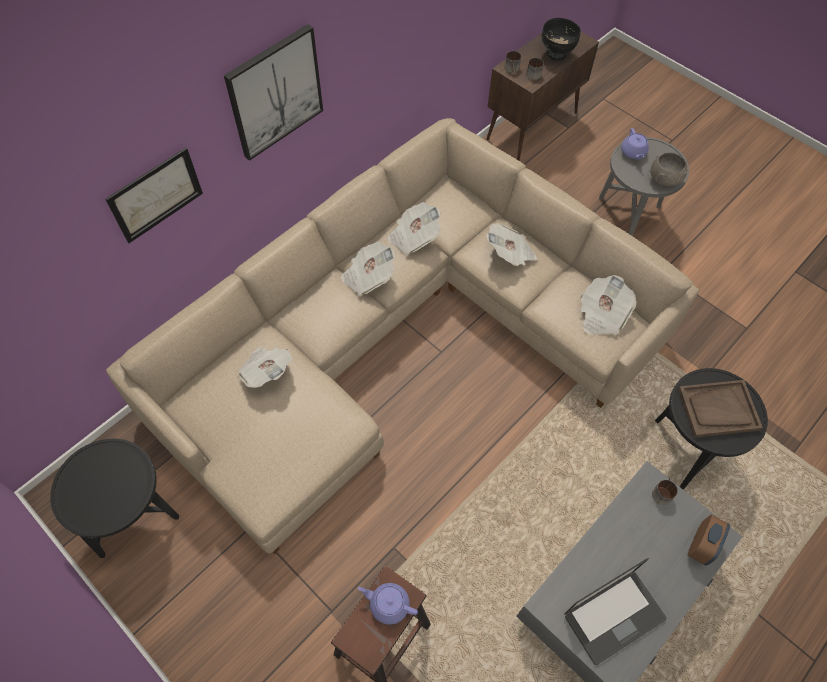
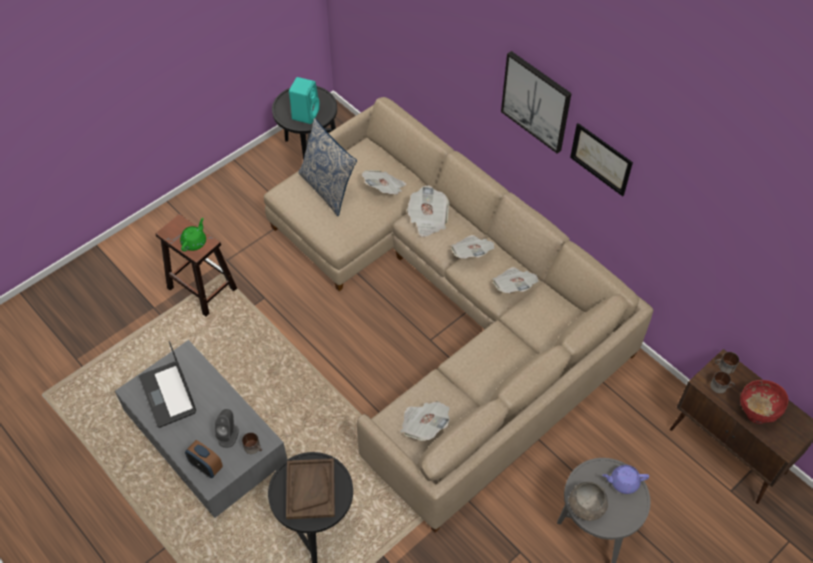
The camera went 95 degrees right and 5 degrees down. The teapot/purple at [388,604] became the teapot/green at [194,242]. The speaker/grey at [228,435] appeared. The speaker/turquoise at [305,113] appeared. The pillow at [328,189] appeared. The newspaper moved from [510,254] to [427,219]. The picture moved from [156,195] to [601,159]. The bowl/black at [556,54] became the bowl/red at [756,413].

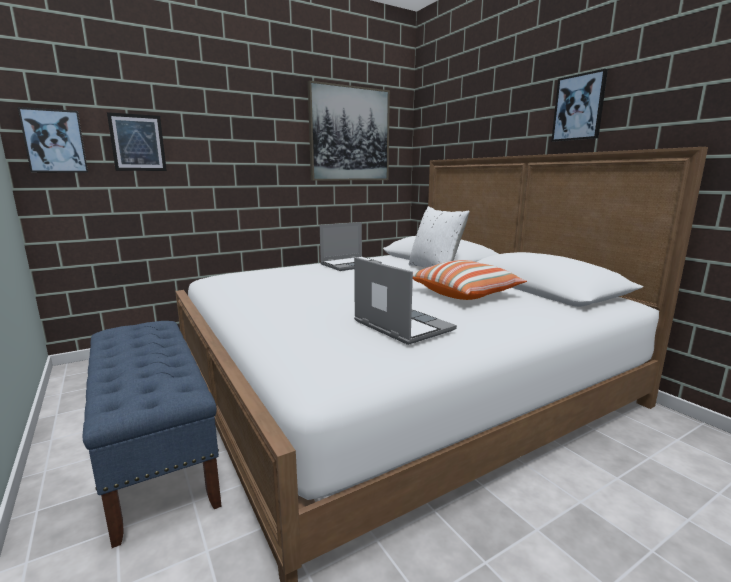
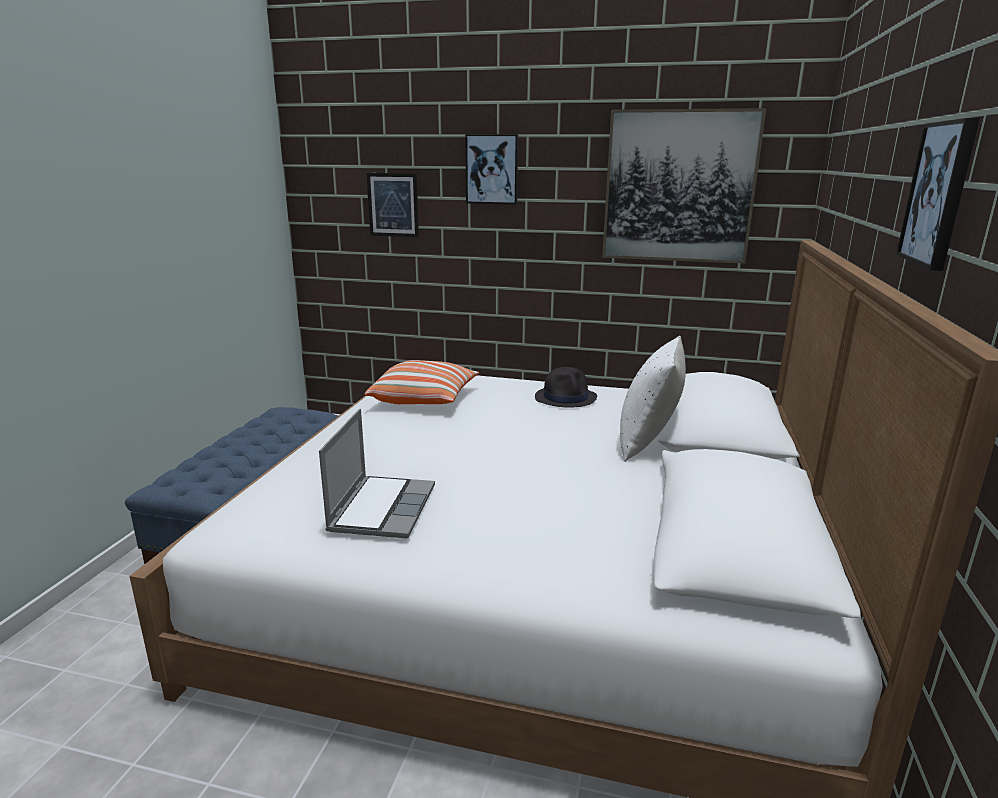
The camera went 45 degrees right and 5 degrees up. The pillow moved from [465,294] to [424,399]. The picture moved from [54,141] to [492,169]. The laptop at [350,265] was replaced by the hat/black at [566,398].

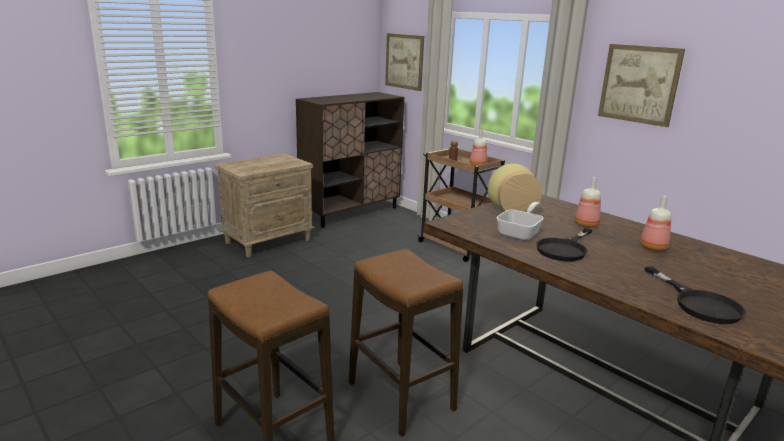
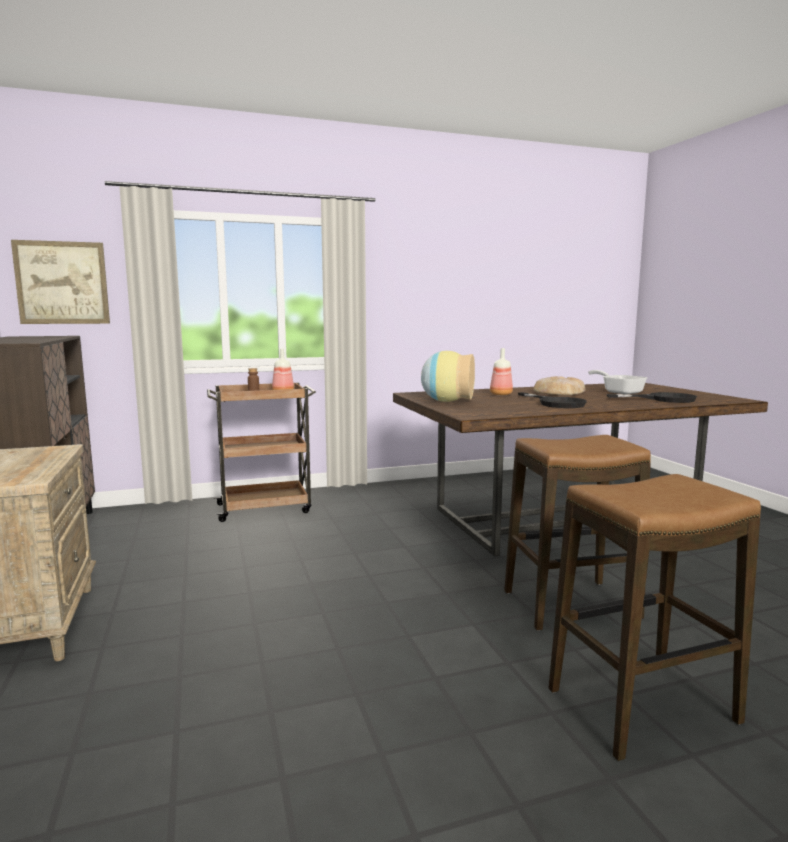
The camera went 65 degrees left and 10 degrees down. The bottle at [652,247] was replaced by the bread at [558,392]. The frying pan moved from [521,233] to [619,392]. The picture at [639,84] disappeared.

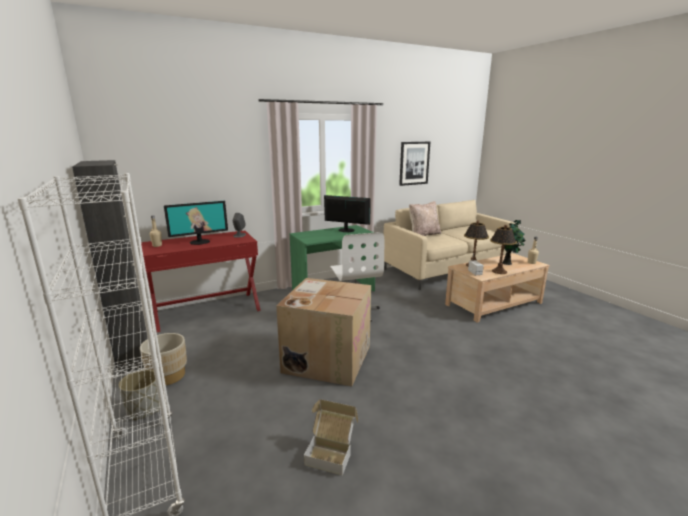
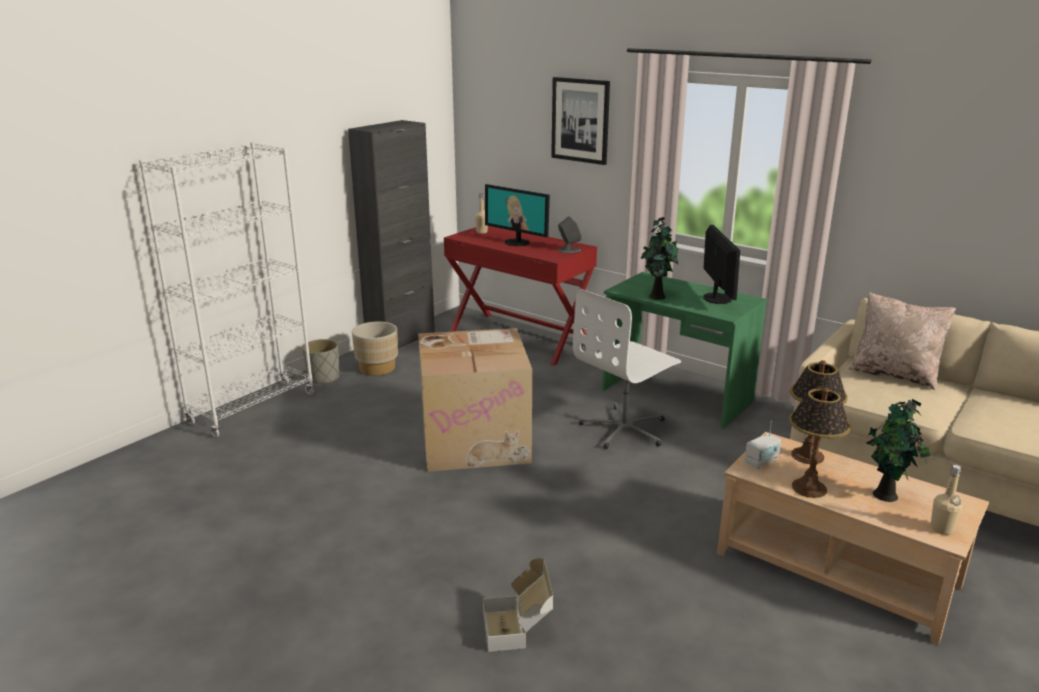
The camera went 65 degrees right and 5 degrees up. The cardboard box moved from [331,451] to [519,628]. The picture moved from [414,163] to [580,120]. The potted plant at [656,296] appeared.

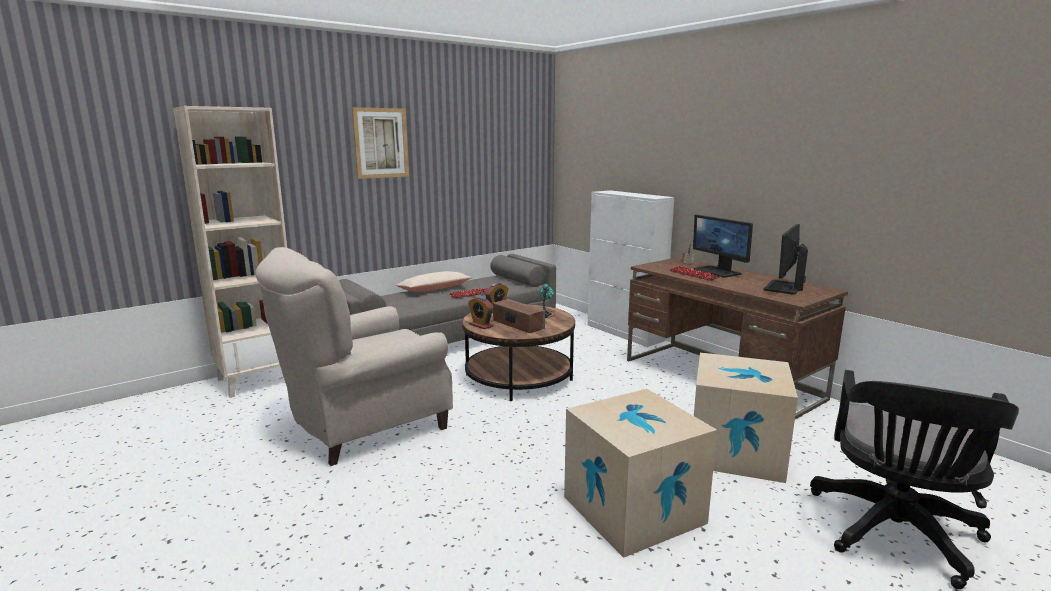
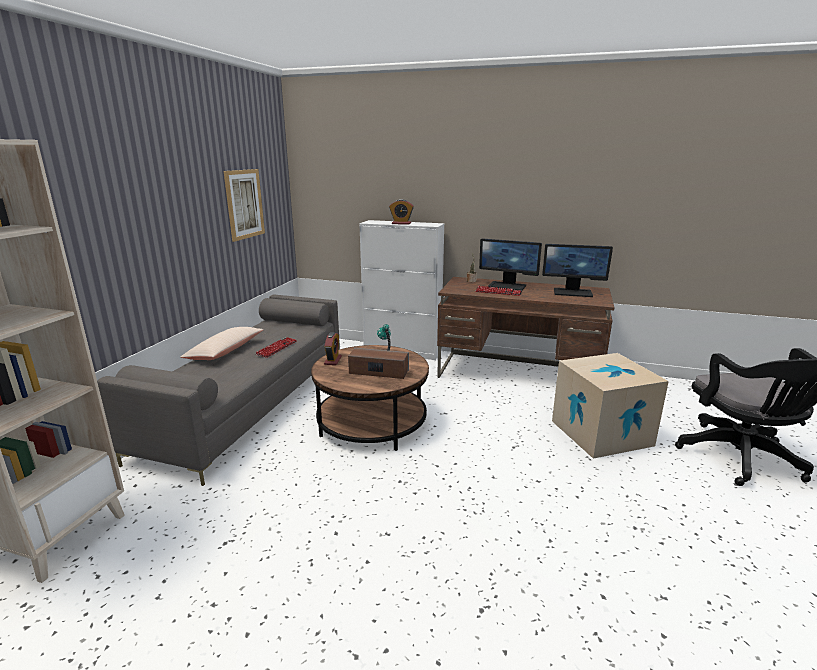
The camera went 35 degrees left and 5 degrees up. The picture moved from [381,143] to [244,204]. The alarm clock moved from [481,325] to [401,223]. The monitor at [784,287] turned 75 degrees counterclockwise. The armchair/beige at [363,427] disappeared. The cardboard box at [633,510] disappeared.

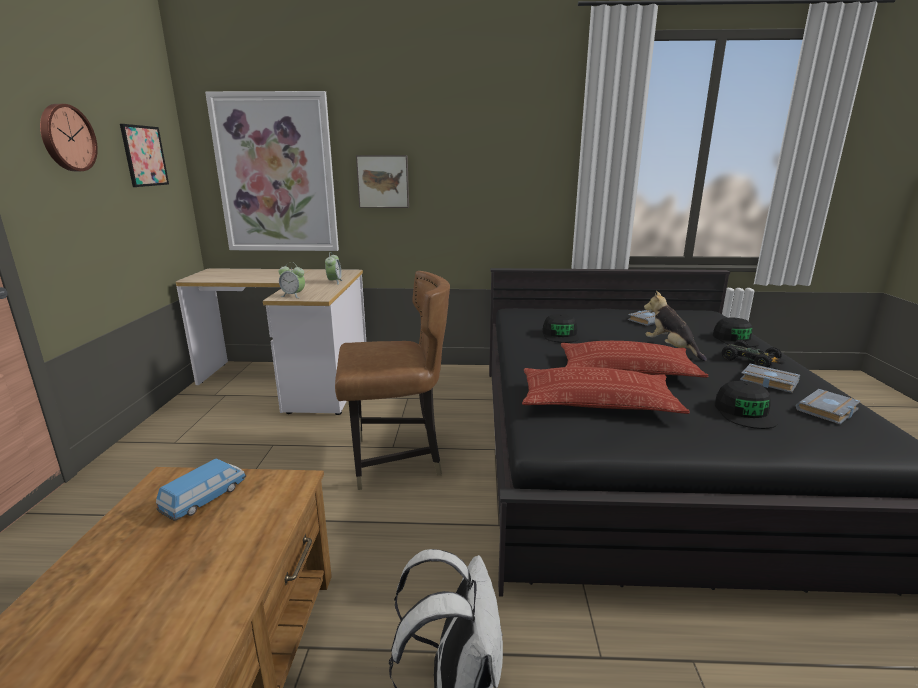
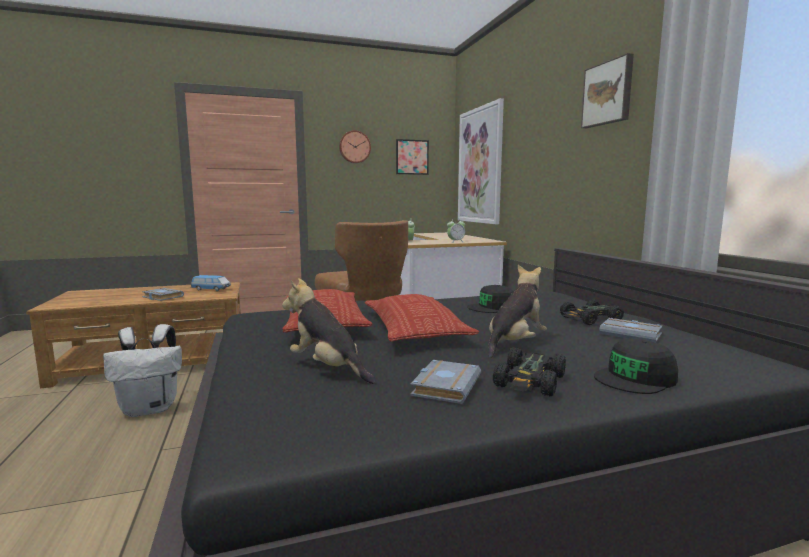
The camera went 70 degrees right and 10 degrees down. The book/grey moved from [828,411] to [161,297]. The cap/black at [744,413] was replaced by the plush toy at [328,368]. The toy car/black at [590,319] appeared. The picture moved from [383,181] to [608,93].

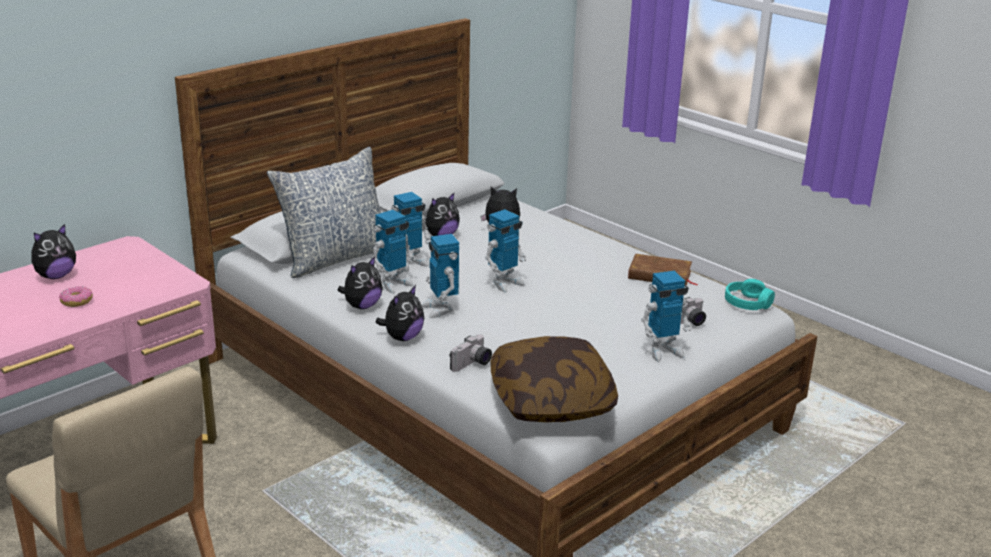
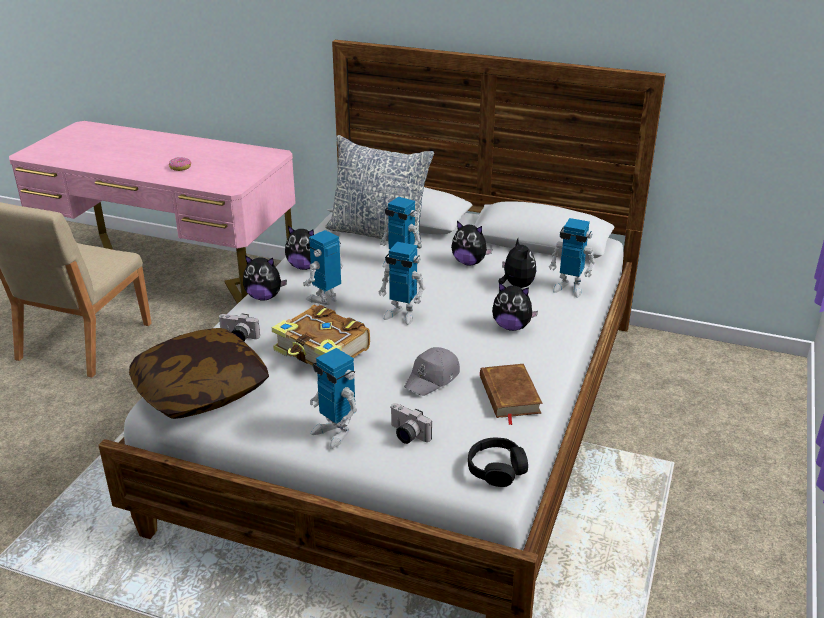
The camera went 65 degrees right and 5 degrees up. The book at [322,351] appeared. The cap/grey at [433,378] appeared. The headphones/turquoise at [747,303] became the headphones/black at [496,469]. The plush toy moved from [56,276] to [511,327]. The toy robot moved from [394,284] to [569,288].

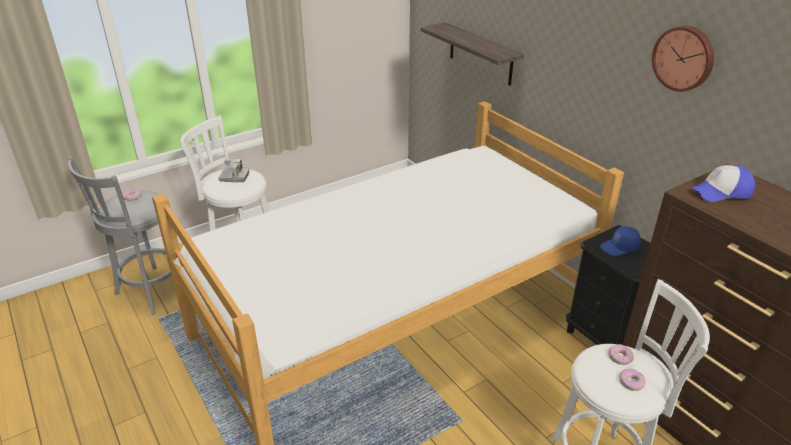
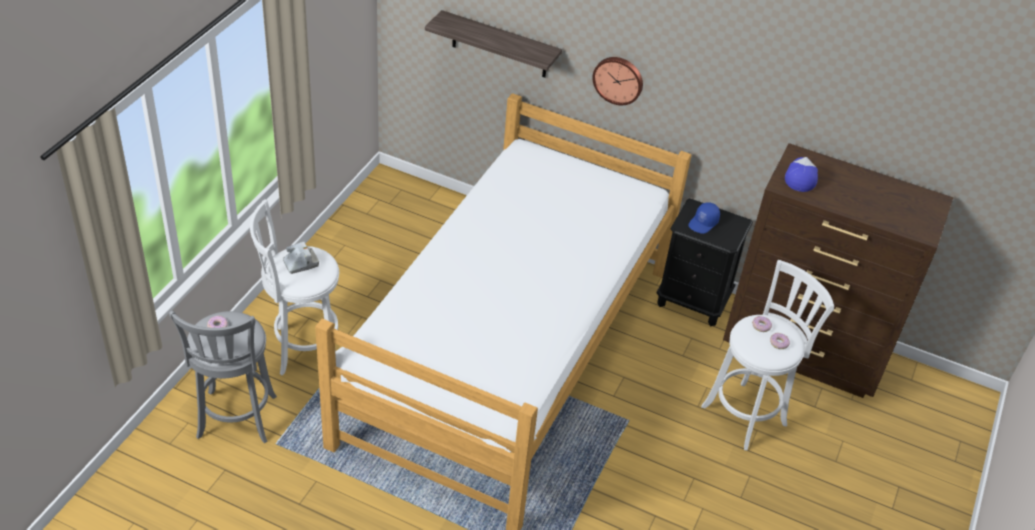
The camera went 35 degrees left and 10 degrees up. The wall clock moved from [684,58] to [618,79]. The cap at [721,192] turned 150 degrees clockwise.

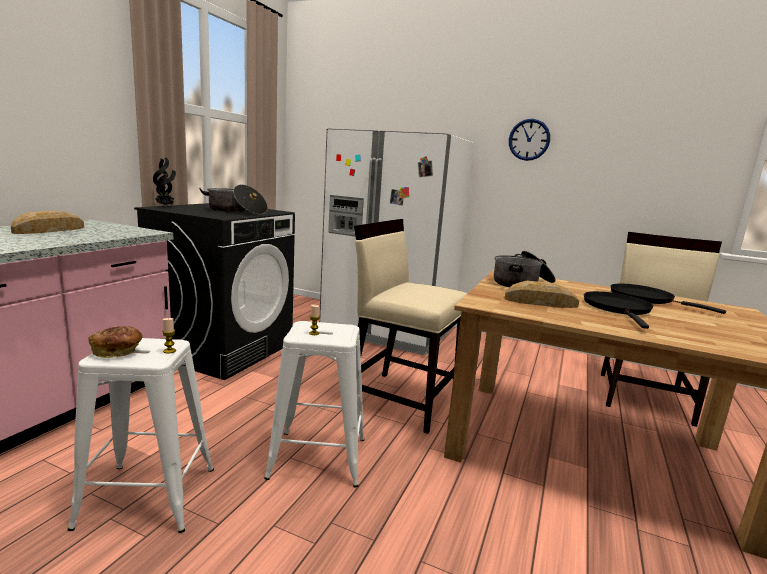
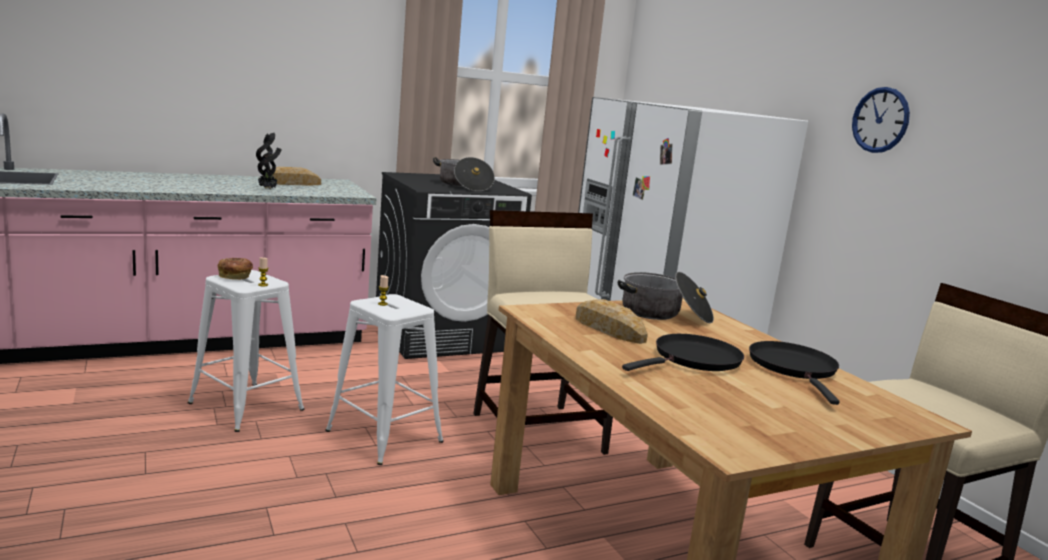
The camera went 40 degrees right and 0 degrees up. The potted plant moved from [165,206] to [268,189].

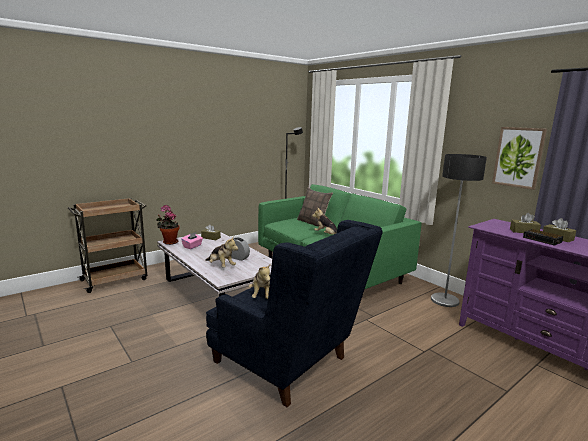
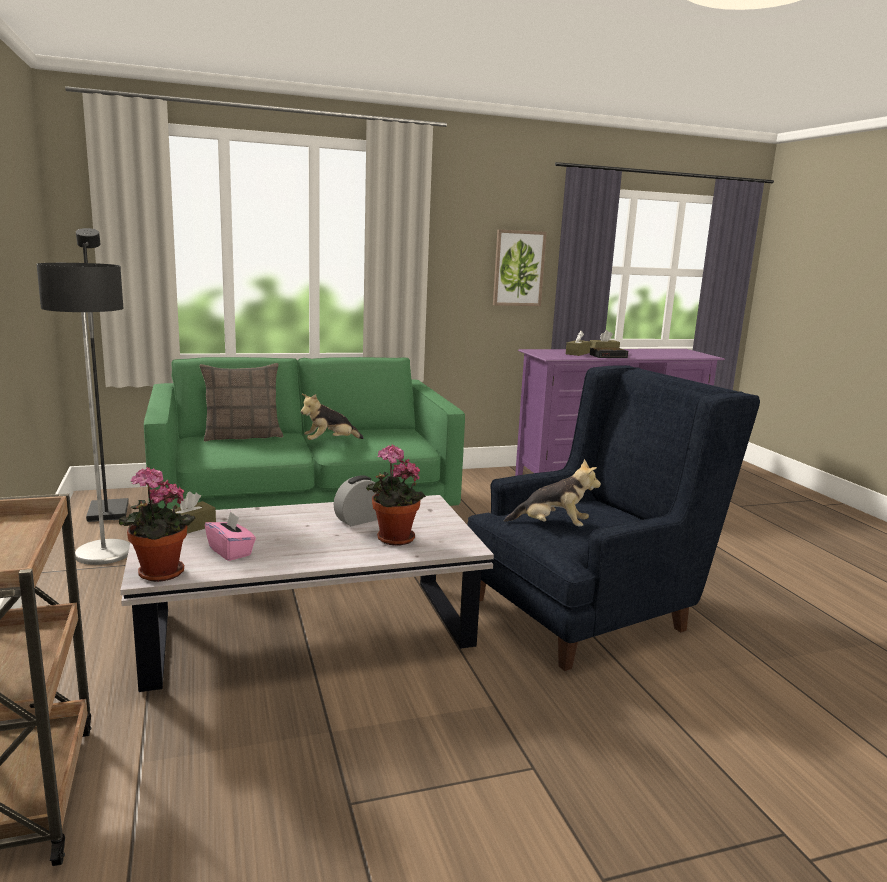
The camera went 70 degrees left and 0 degrees up. The floor lamp moved from [445,300] to [104,553]. The plush toy at [221,266] was replaced by the potted plant at [392,539].

